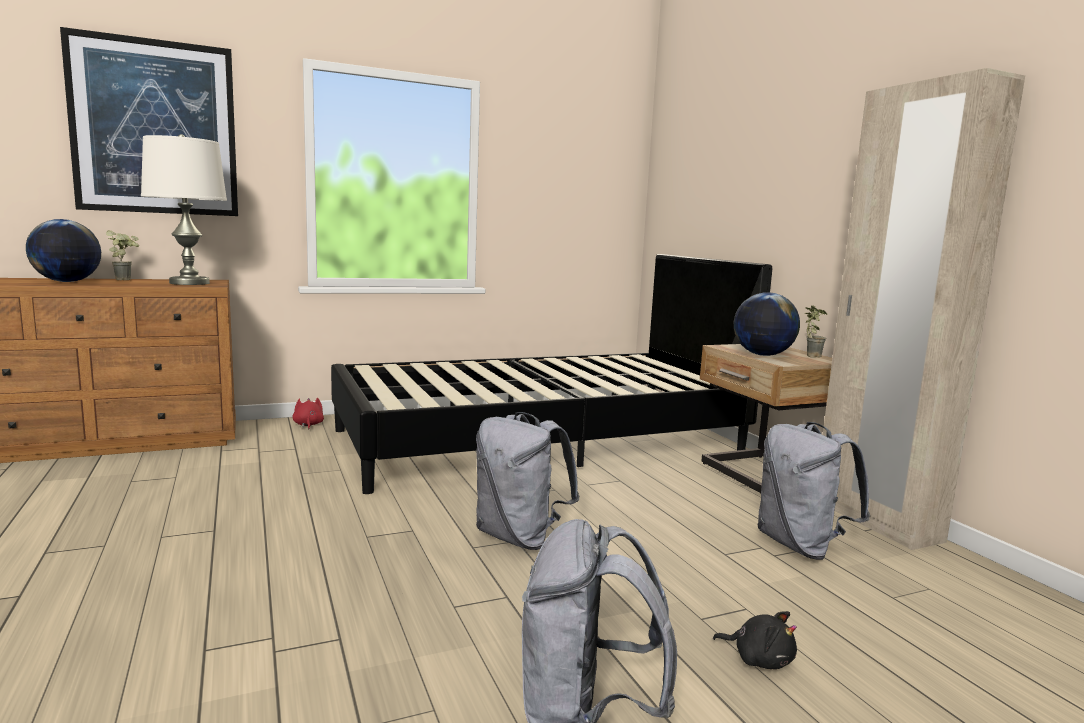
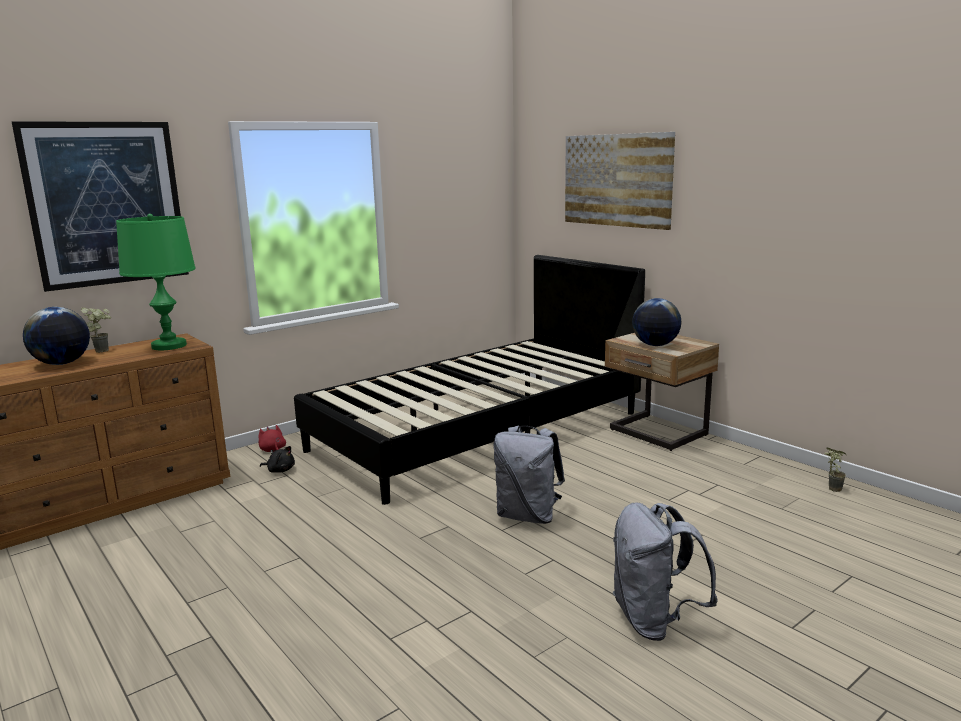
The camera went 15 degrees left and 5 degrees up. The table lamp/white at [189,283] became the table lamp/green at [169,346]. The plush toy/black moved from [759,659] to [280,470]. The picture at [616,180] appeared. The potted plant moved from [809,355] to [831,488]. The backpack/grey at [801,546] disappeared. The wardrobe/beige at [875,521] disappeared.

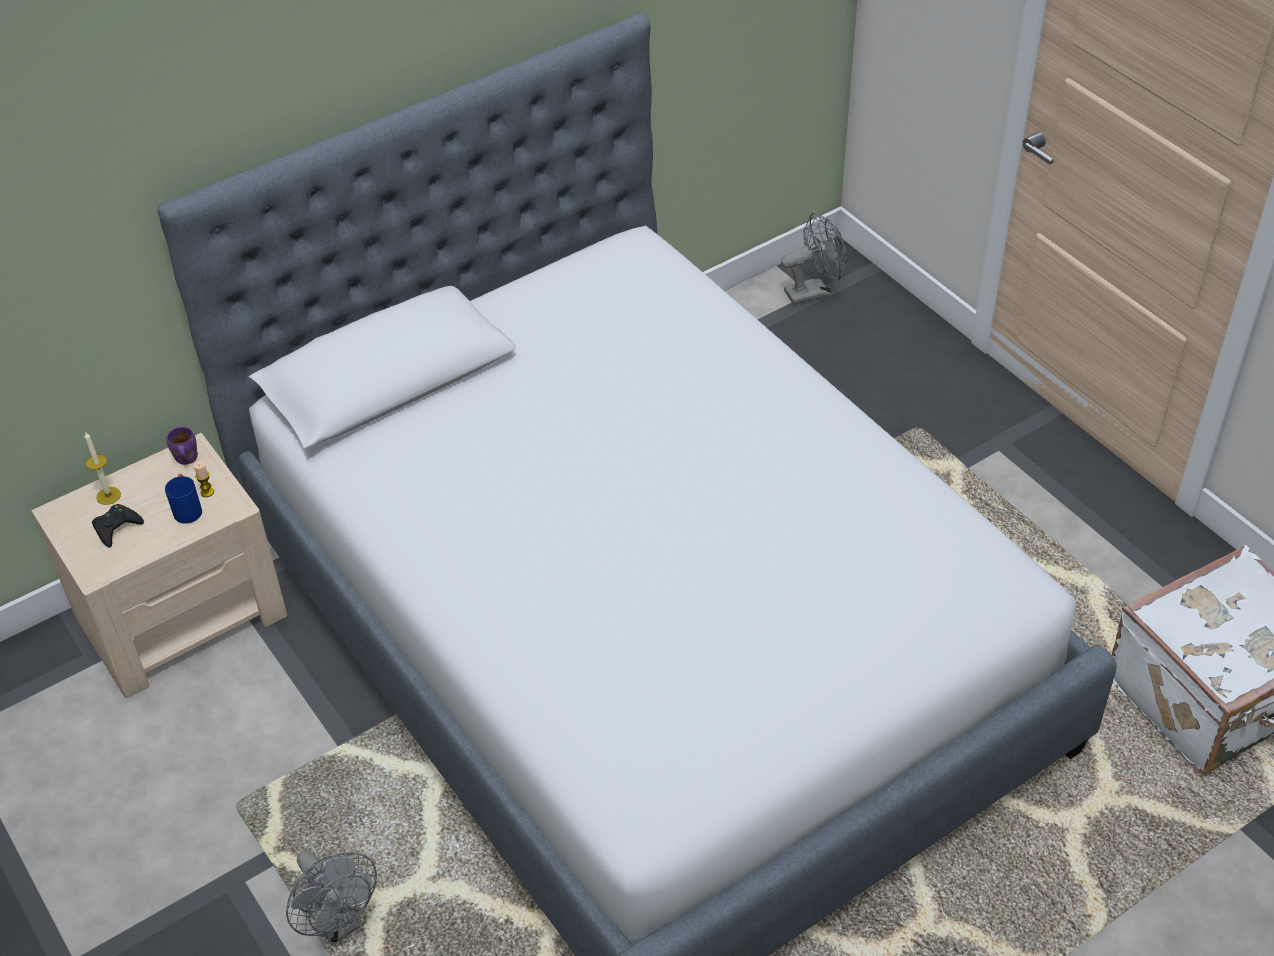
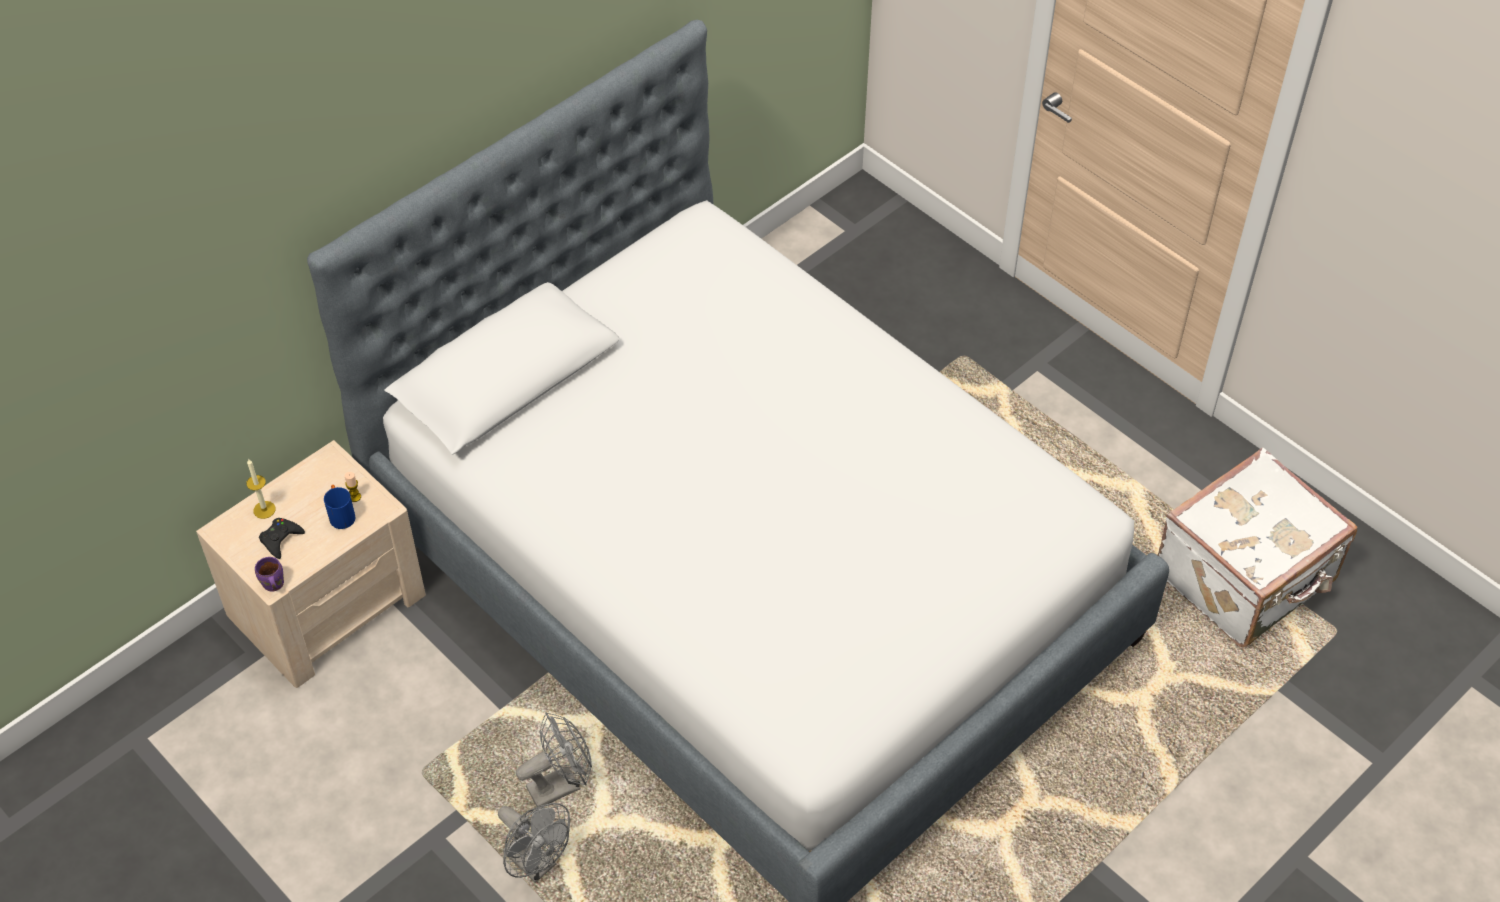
The camera went 10 degrees left and 5 degrees up. The mug/purple moved from [185,459] to [272,585]. The fan/grey moved from [813,291] to [561,784].

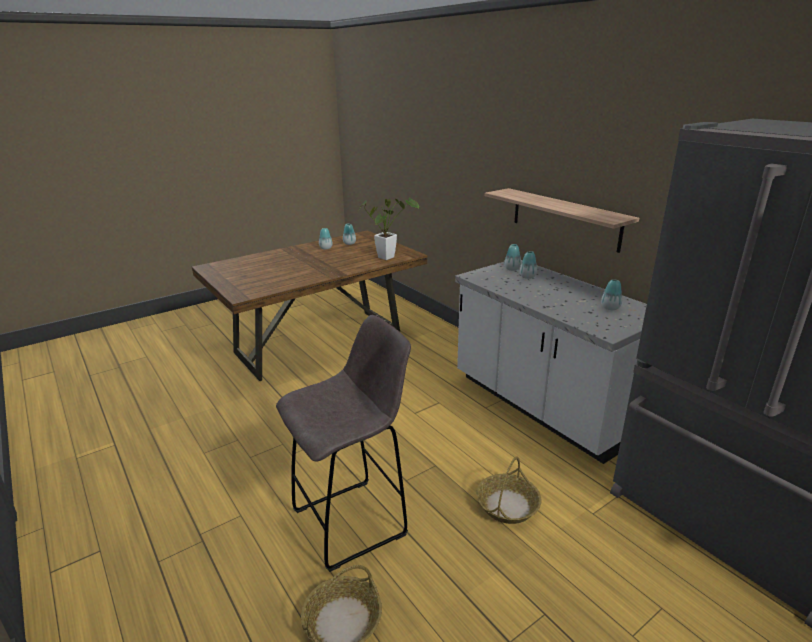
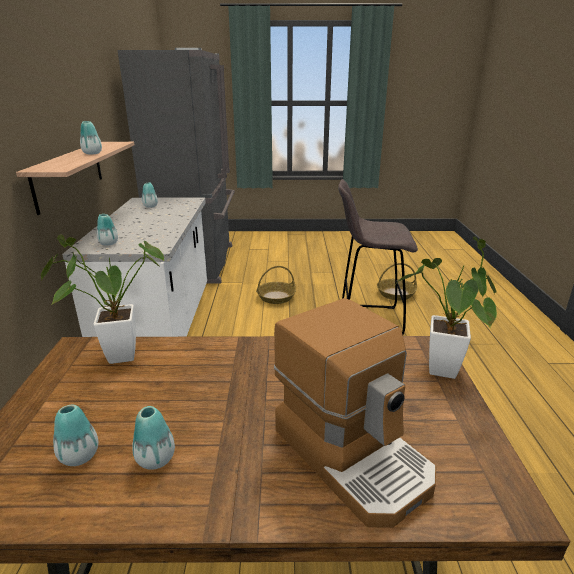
The camera went 145 degrees left and 0 degrees up. The vase moved from [527,277] to [92,153]. The coffee machine at [353,454] appeared. The potted plant at [441,374] appeared.

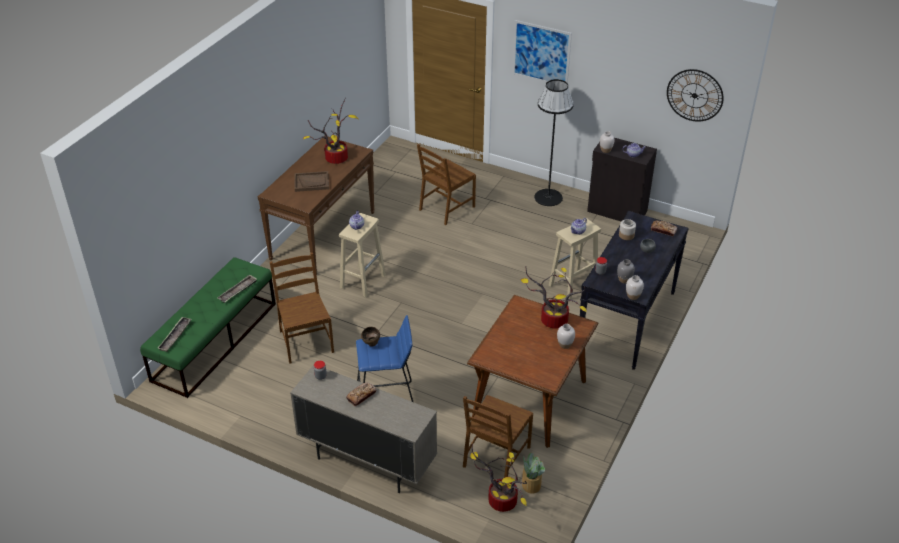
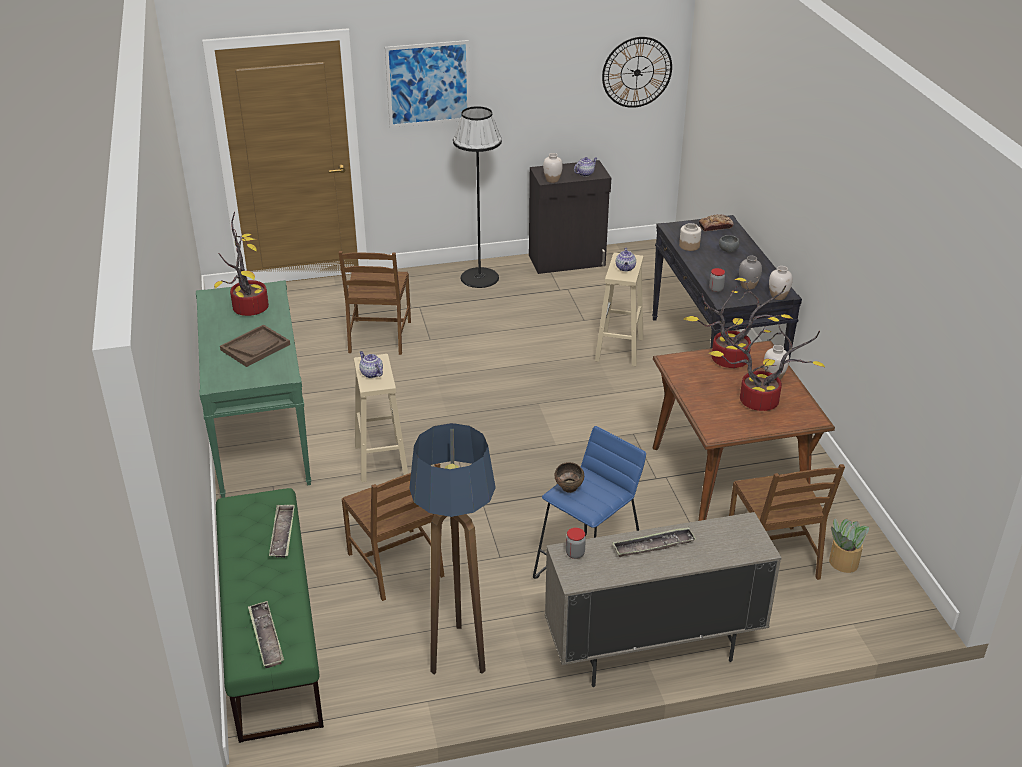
The camera went 40 degrees left and 5 degrees down. The console table/brown at [323,235] became the console table/green at [260,435]. The chair/brown at [305,341] turned 150 degrees counterclockwise. The floor lamp at [458,651] appeared. The bread at [361,396] was replaced by the tray at [653,546]. The potted plant moved from [499,501] to [756,403].

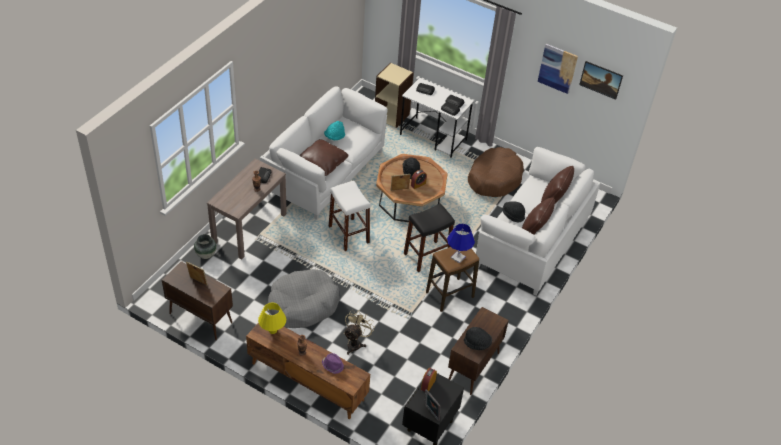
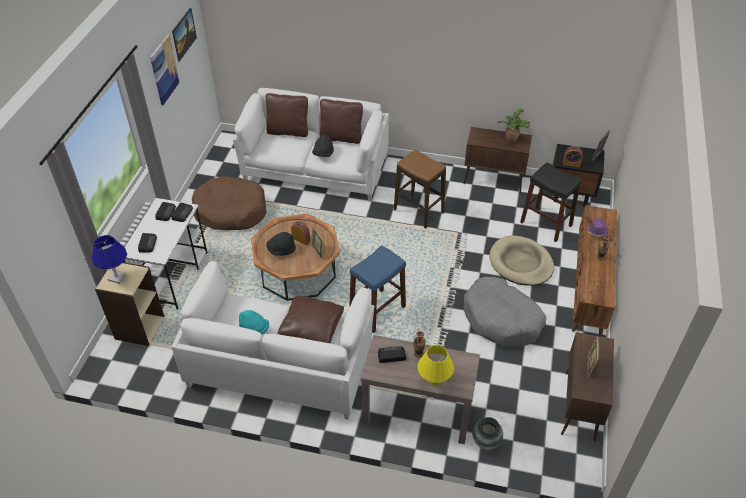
The camera went 105 degrees left and 0 degrees up. The table lamp/blue moved from [458,257] to [117,277]. The stool/white at [349,234] became the stool/blue at [377,310]. The table lamp/yellow moved from [272,330] to [434,380]. The fan/beige at [355,343] was replaced by the dog bed/beige at [521,263]. The hat/black at [477,343] was replaced by the potted plant at [510,139]. The stool/black moved from [426,256] to [546,224].

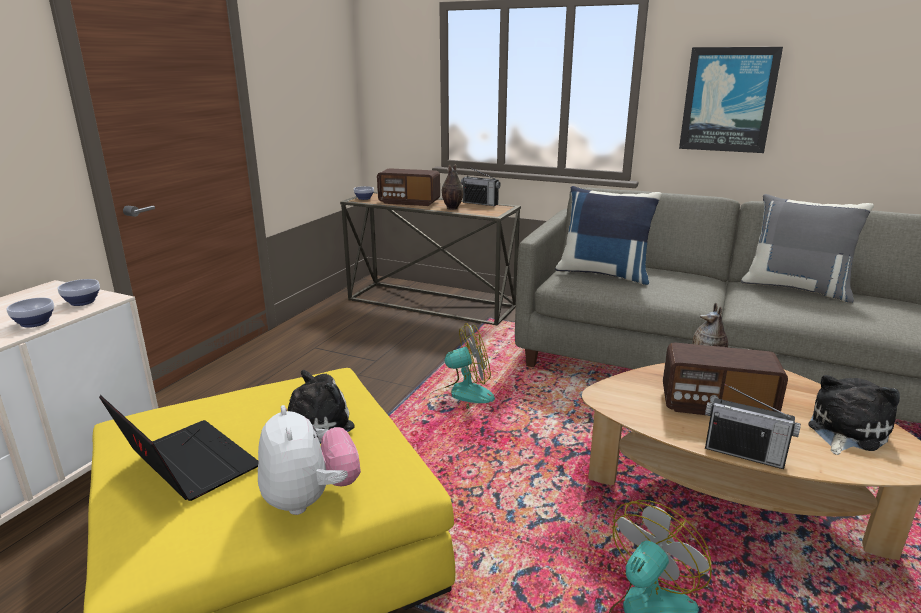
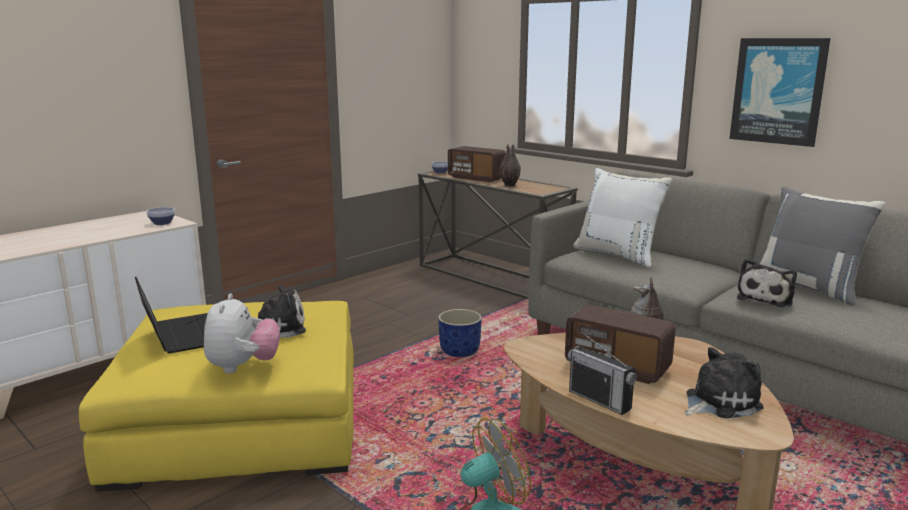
The camera went 20 degrees right and 5 degrees down. The fan at [461,397] was replaced by the planter/blue at [460,351]. The pillow/blue at [604,273] became the pillow/white at [618,254]. The plush toy at [765,298] appeared. The bowl at [34,323] disappeared. The radio at [480,203] disappeared.

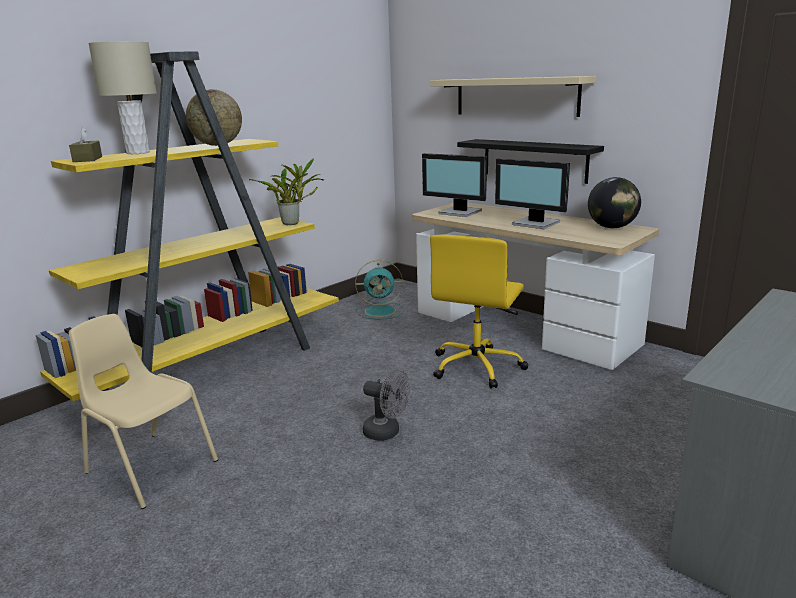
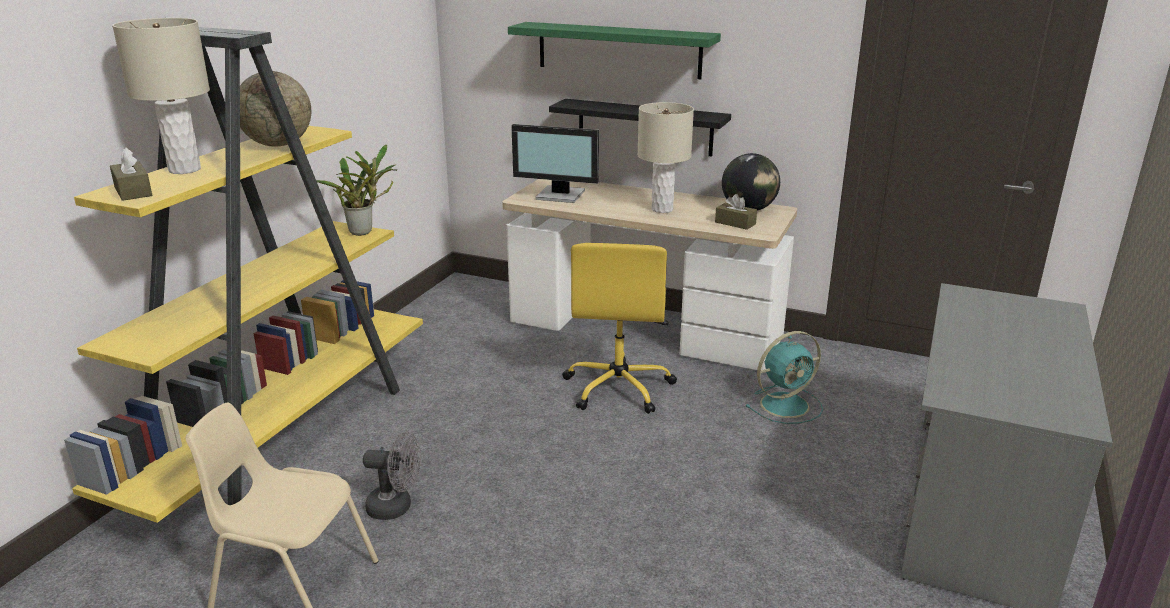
The camera went 20 degrees left and 5 degrees up. The fan/grey moved from [387,432] to [396,507]. The shelf/beige at [515,96] became the shelf/green at [618,50]. The monitor at [535,224] was replaced by the table lamp/beige at [662,209]. The tissue box/brown at [735,223] appeared. The fan/turquoise moved from [381,311] to [786,404].

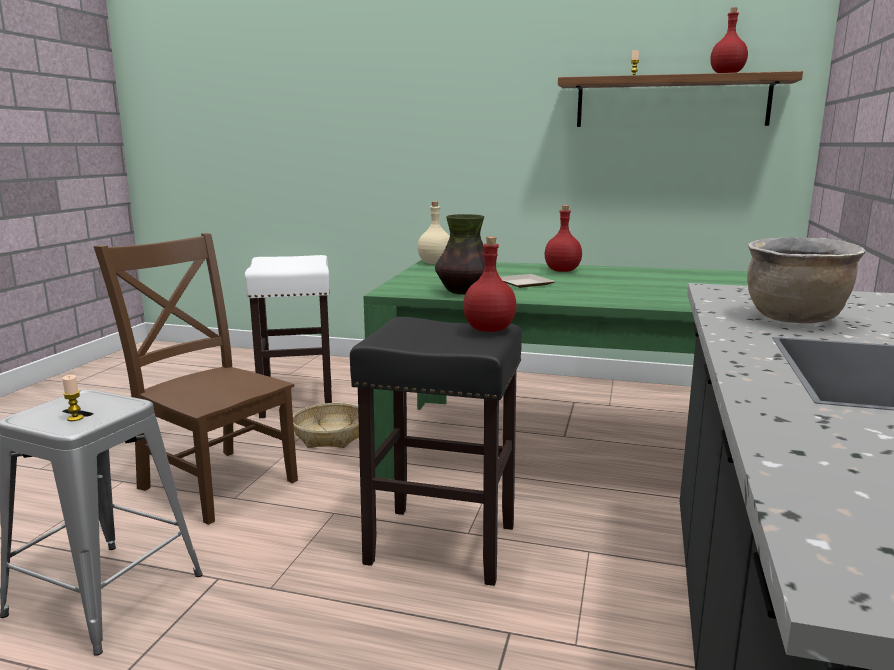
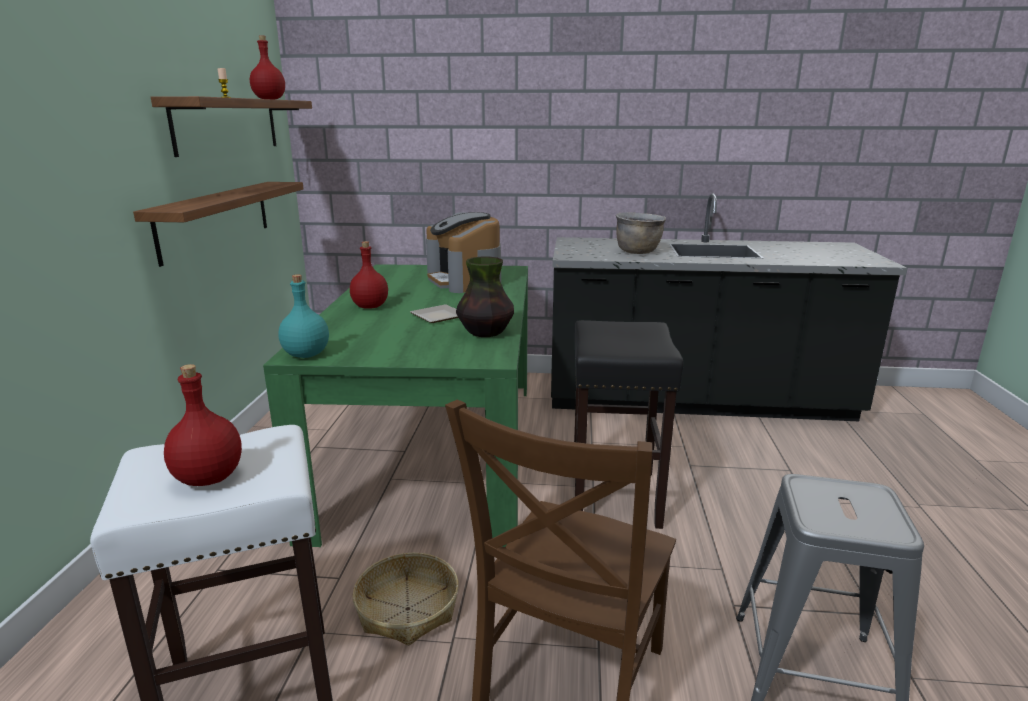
The camera went 100 degrees left and 5 degrees up. The shelf at [216,219] appeared. The bottle/red moved from [490,330] to [210,477]. The bottle/beige at [435,263] became the bottle/turquoise at [305,355]. The coffee machine at [465,280] appeared. The candle at [75,418] disappeared.

